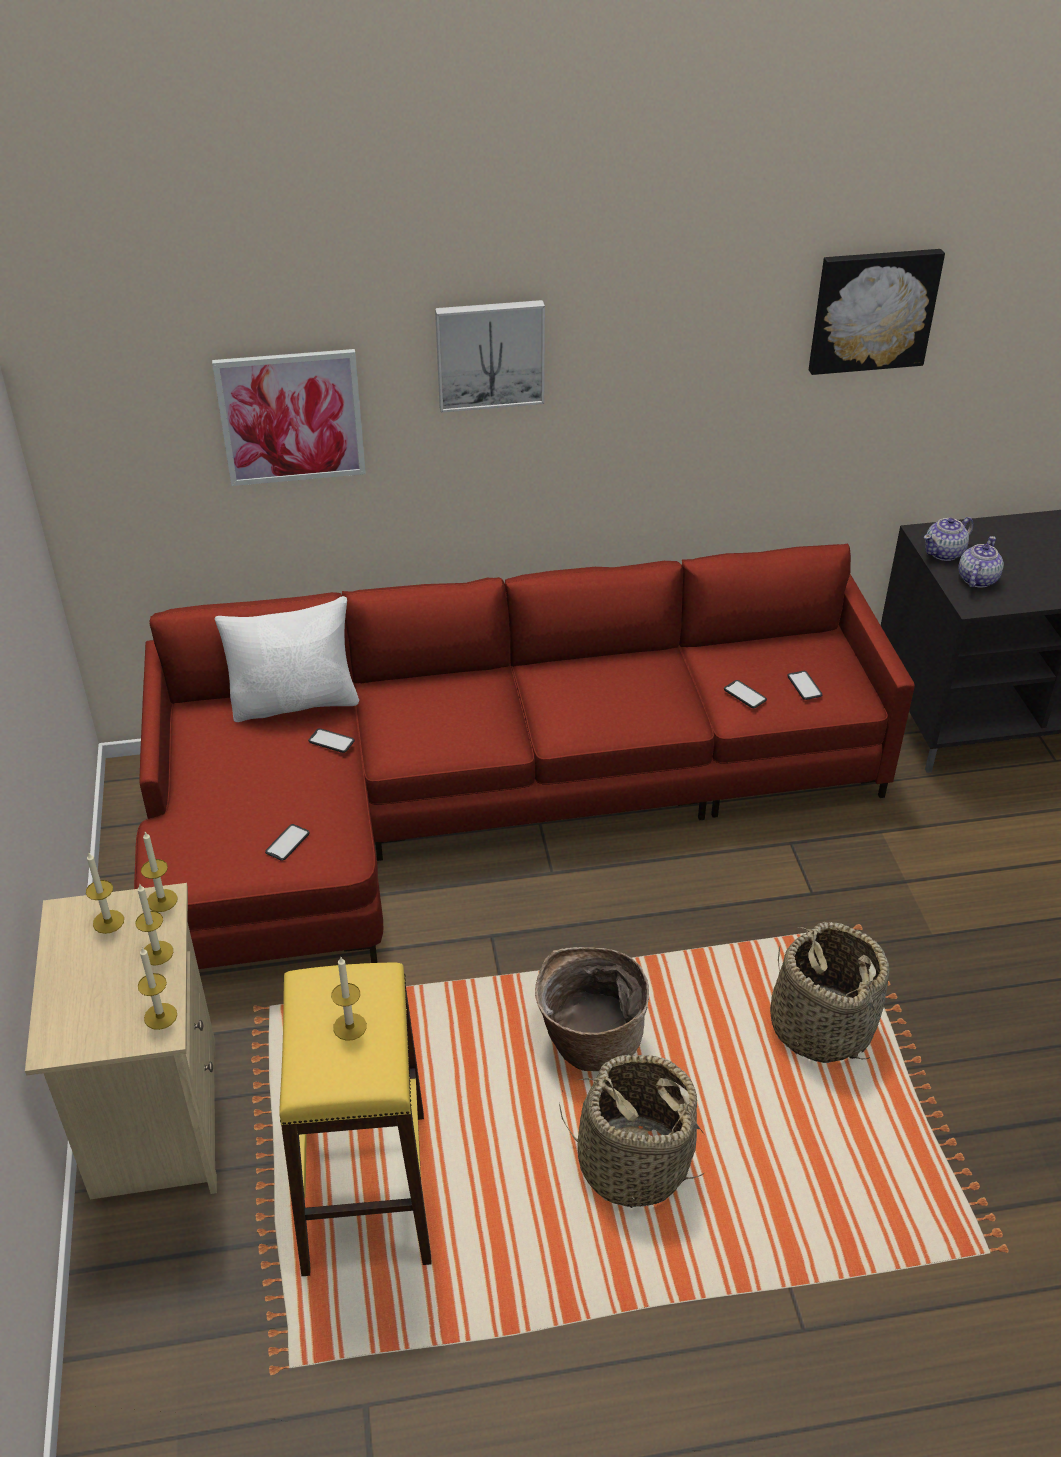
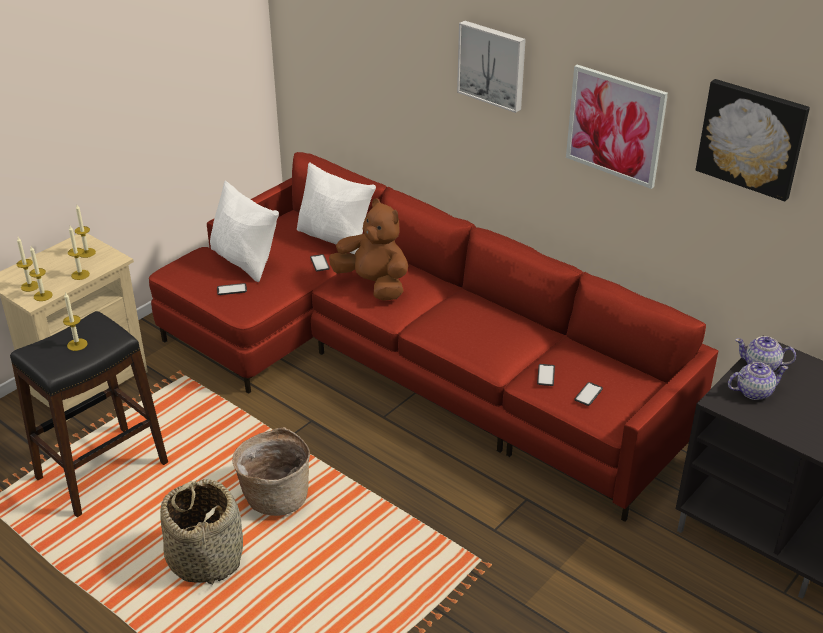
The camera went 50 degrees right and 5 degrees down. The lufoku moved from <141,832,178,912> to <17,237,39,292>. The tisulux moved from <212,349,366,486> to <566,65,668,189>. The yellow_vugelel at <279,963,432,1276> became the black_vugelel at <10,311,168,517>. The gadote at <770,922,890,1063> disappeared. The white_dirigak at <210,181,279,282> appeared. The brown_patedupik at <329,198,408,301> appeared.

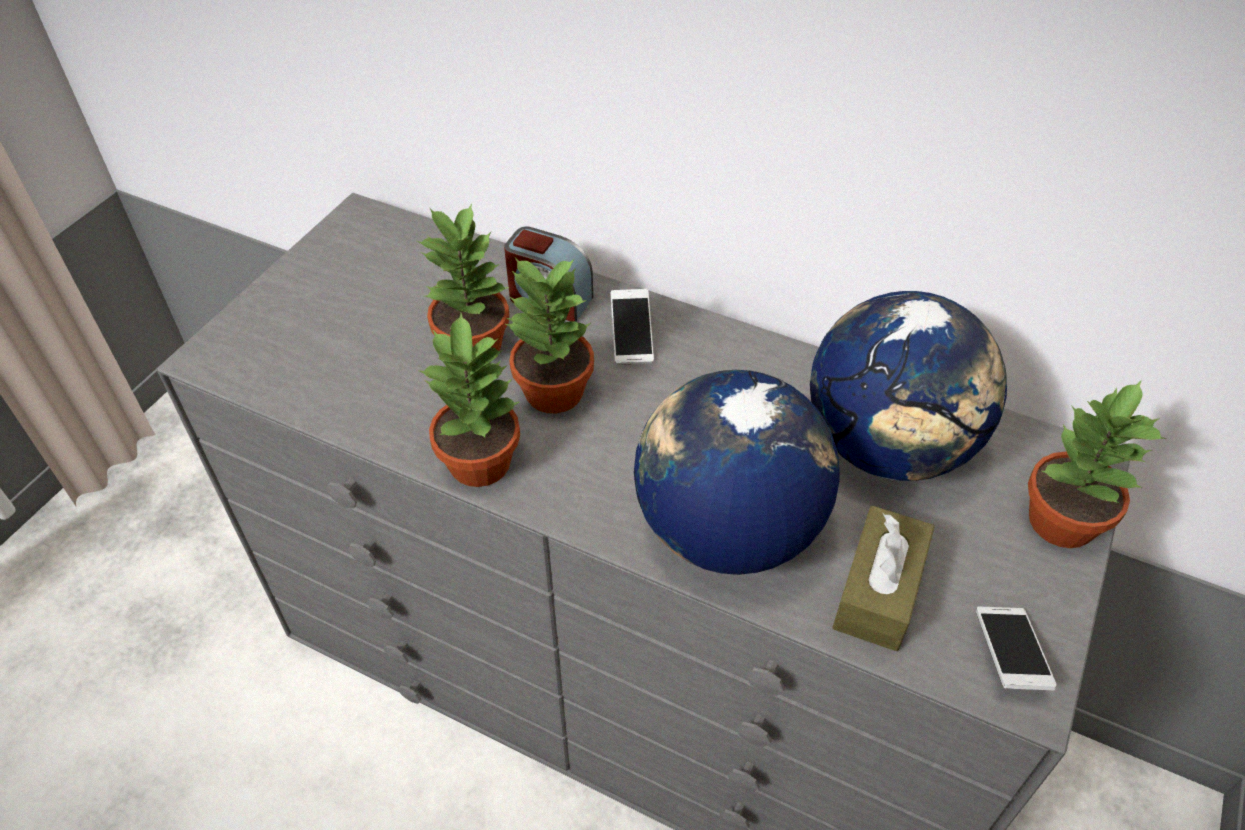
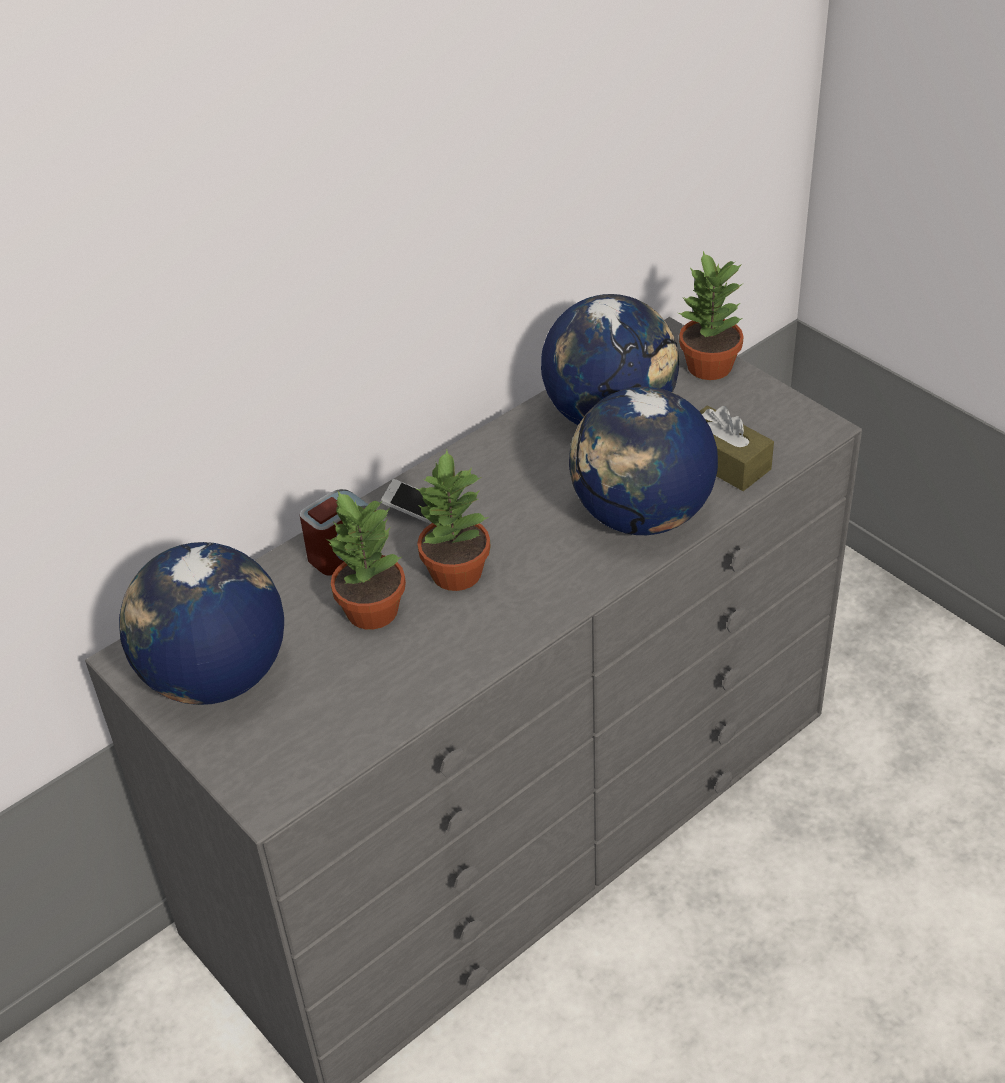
The camera went 65 degrees left and 5 degrees down. The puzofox at <418,313,520,487> disappeared. The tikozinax at <976,606,1057,690> disappeared. The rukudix at <119,542,284,705> appeared.

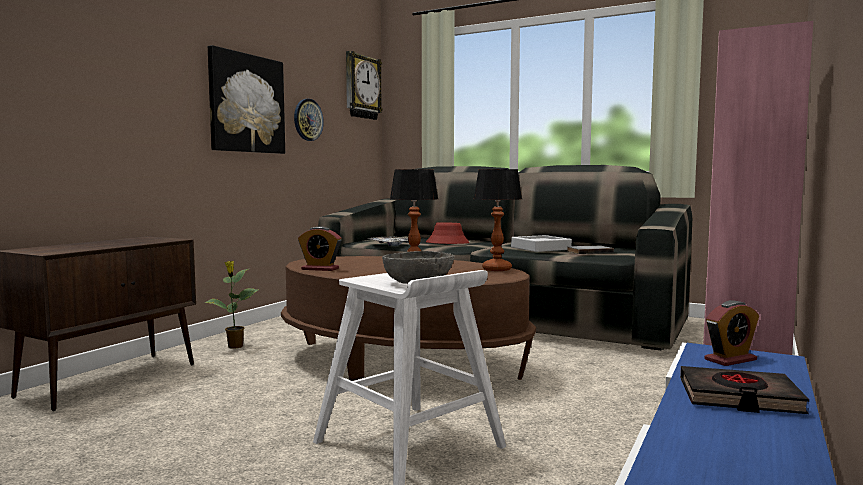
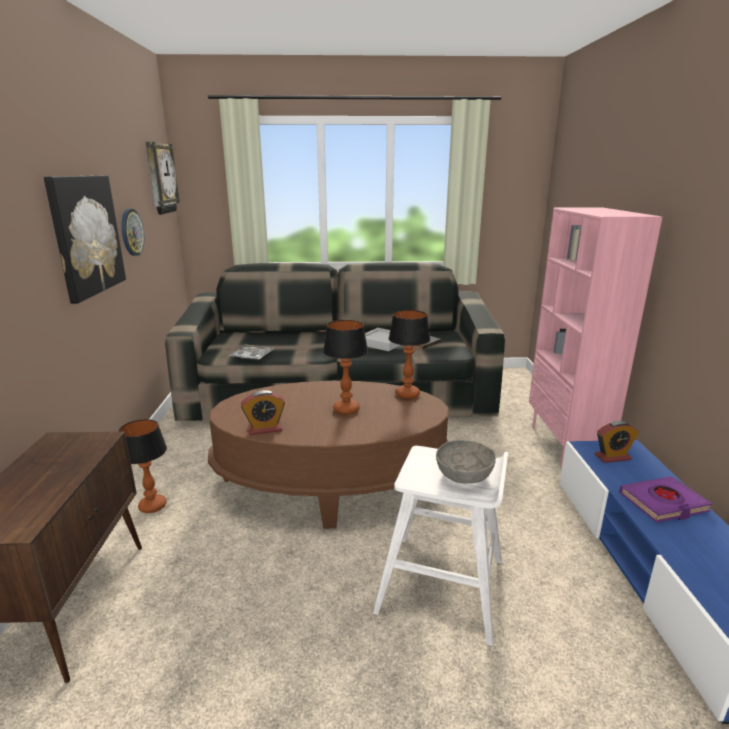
The camera went 30 degrees left and 15 degrees up. The puzofox at <204,261,258,349> was replaced by the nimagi at <118,419,167,513>. The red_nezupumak at <426,222,470,244> disappeared. The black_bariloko at <680,366,809,414> became the purple_bariloko at <619,476,712,523>. The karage at <704,300,759,366> turned 45 degrees clockwise.

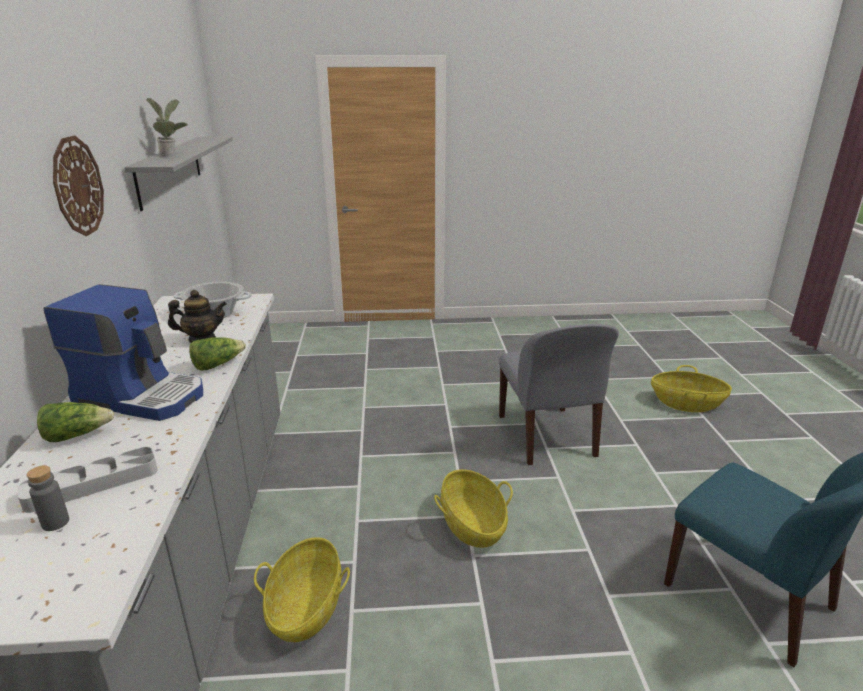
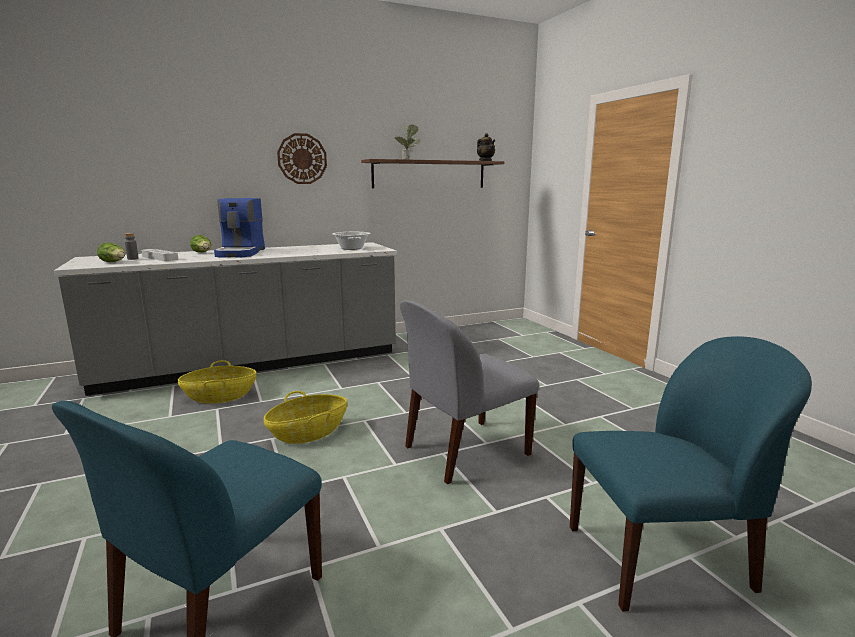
The camera went 70 degrees right and 10 degrees down. The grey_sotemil at <124,137,233,211> became the brown_sotemil at <361,159,504,188>. The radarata moved from <168,290,227,343> to <477,133,495,161>. The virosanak moved from <189,337,246,371> to <97,242,125,262>. The gadote at <651,365,732,412> was replaced by the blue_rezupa at <570,336,812,612>.

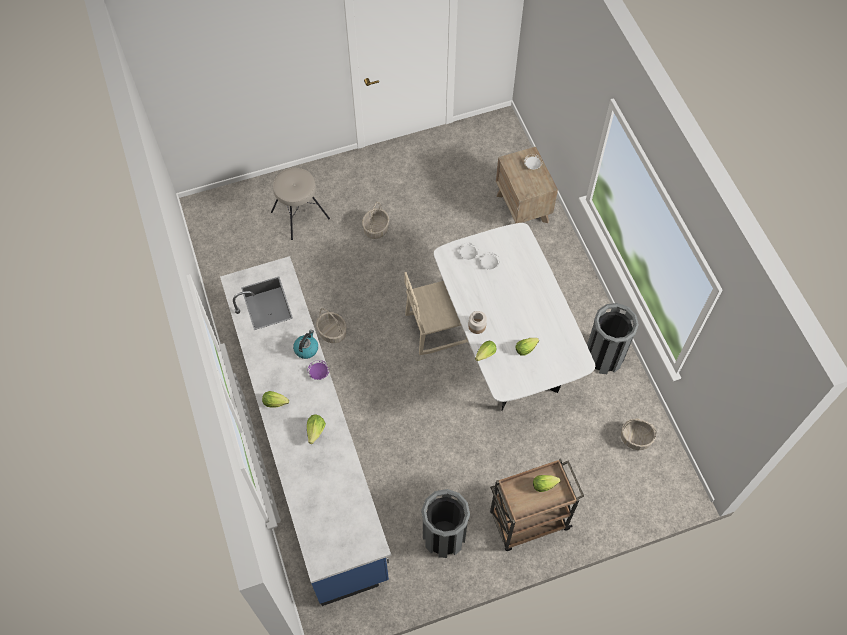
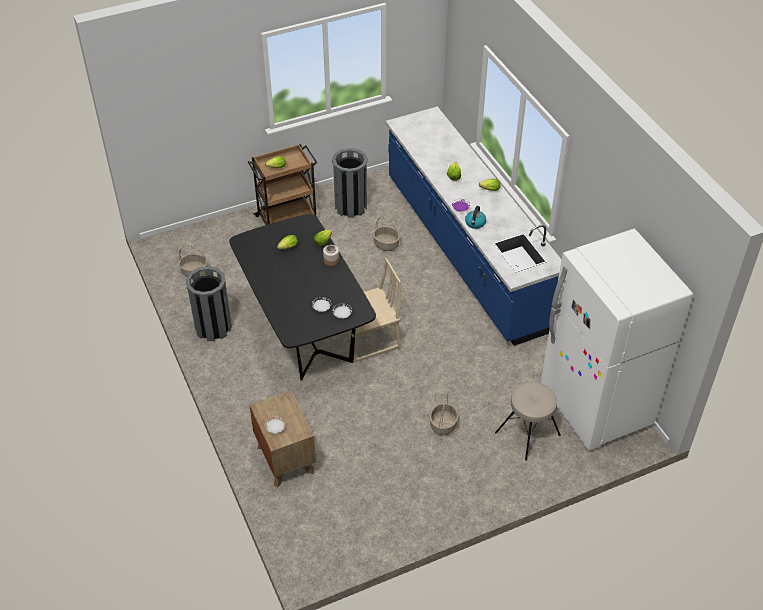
The camera went 175 degrees right and 15 degrees down. The gadote moved from <316,308,347,343> to <373,216,400,251>. The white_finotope at <434,223,595,411> became the black_finotope at <229,214,376,381>. The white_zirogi at <541,229,693,451> appeared.

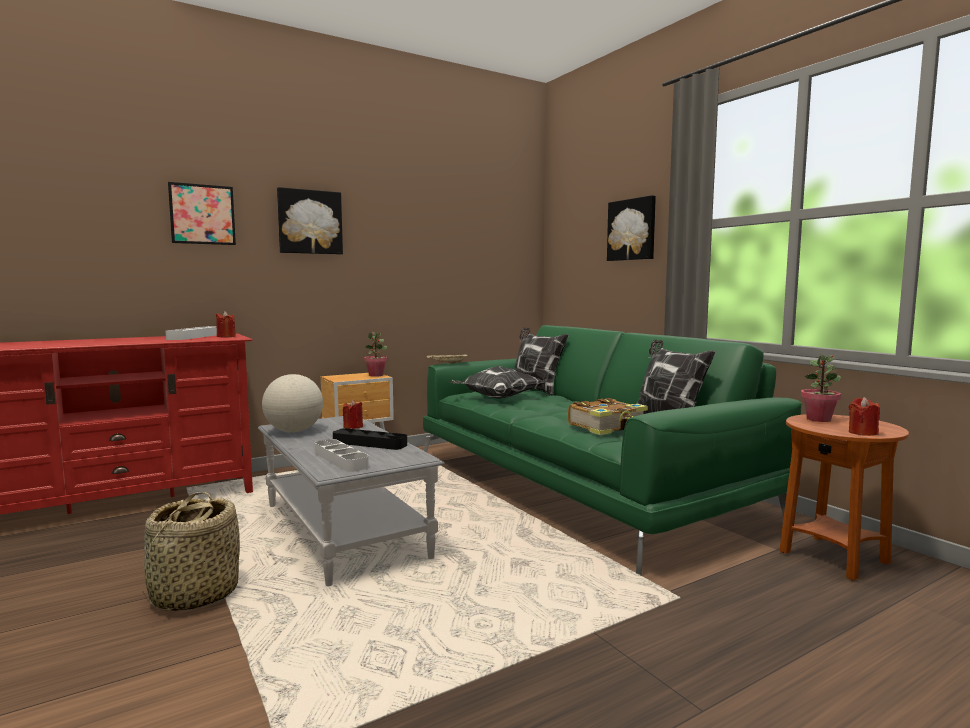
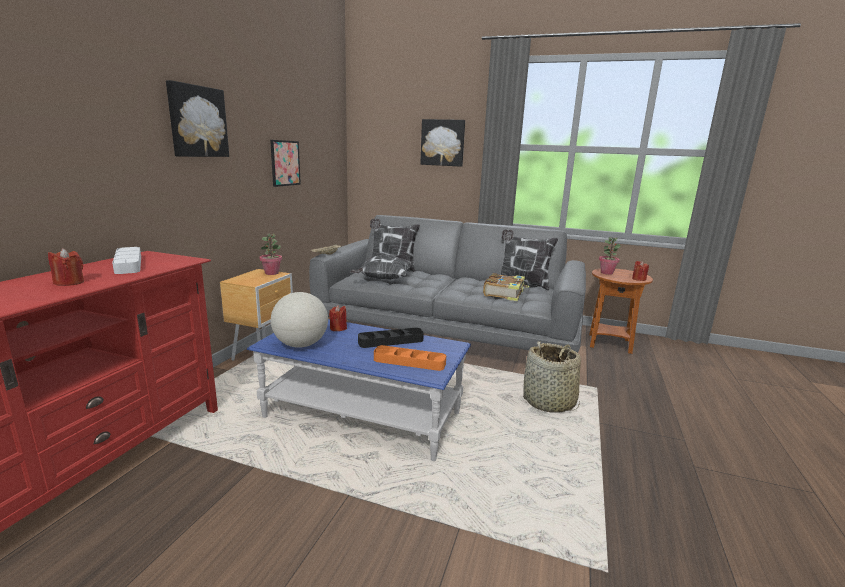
The camera went 40 degrees left and 10 degrees up. The gadote moved from <142,492,240,611> to <523,341,581,413>. The tisulux moved from <168,182,236,245> to <270,140,301,187>. The red_lufoku moved from <216,311,236,337> to <48,248,84,286>. The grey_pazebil at <258,416,445,586> became the blue_pazebil at <247,319,471,461>. The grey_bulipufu at <315,439,369,472> became the orange_bulipufu at <374,345,446,371>. The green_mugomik at <423,325,802,575> became the grey_mugomik at <309,215,586,353>.

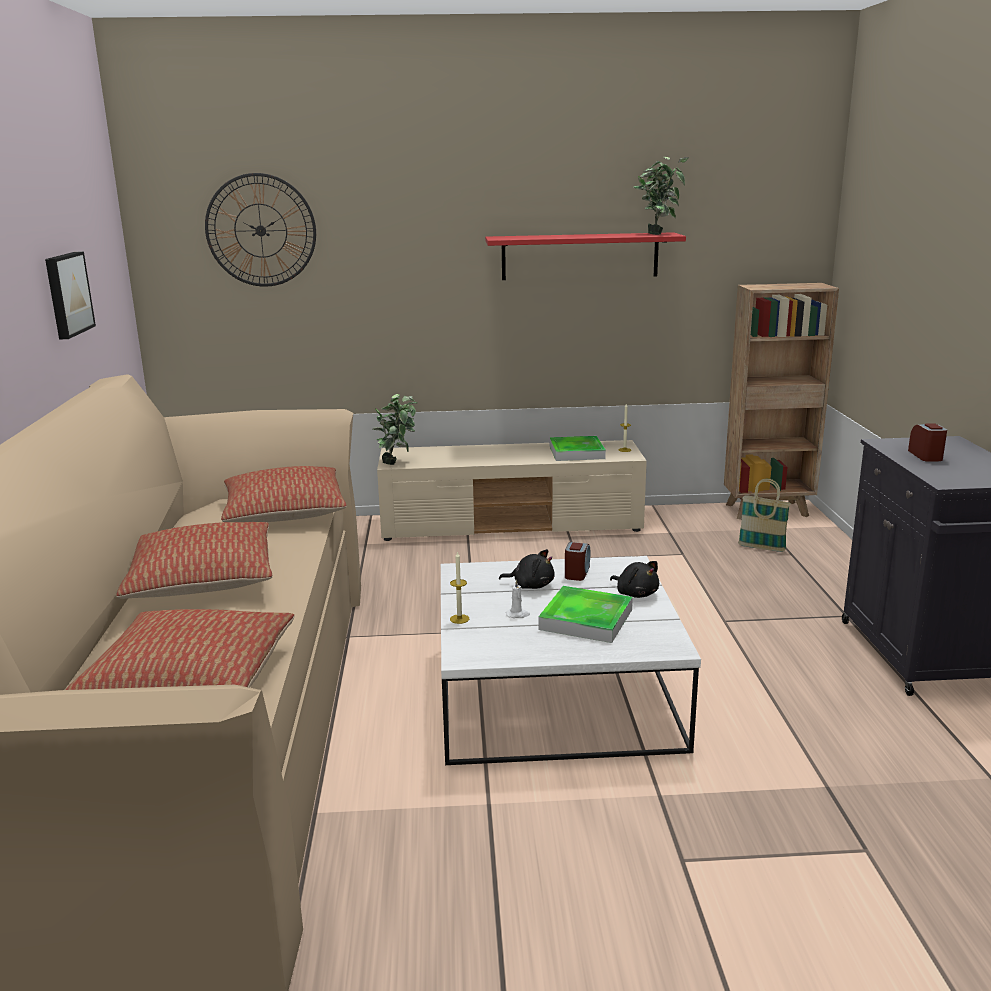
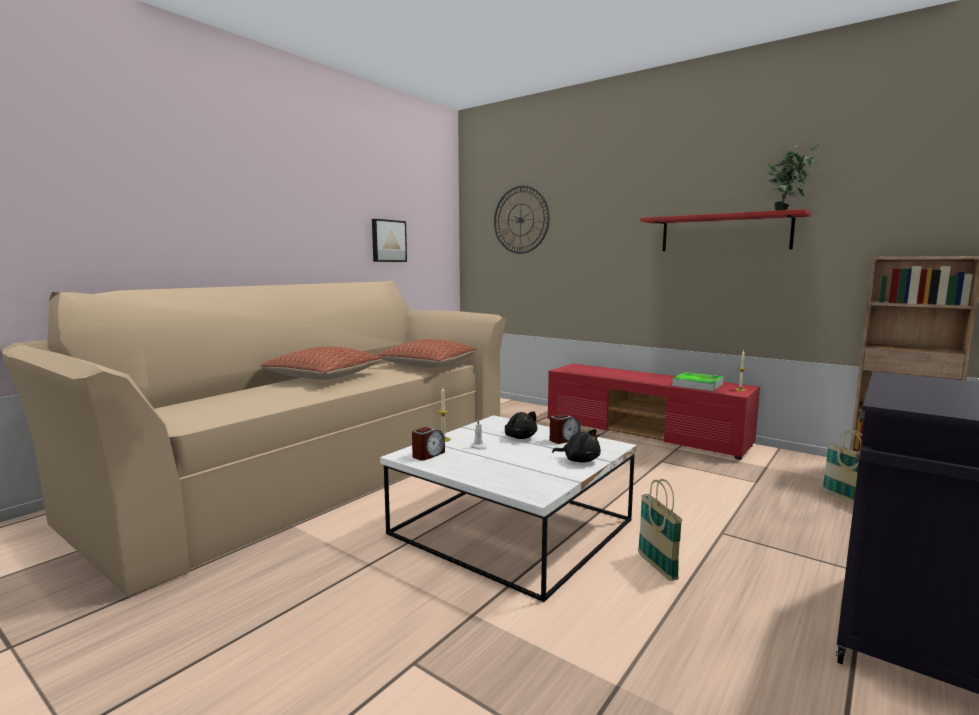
The camera went 40 degrees right and 10 degrees down. The dirigak at <65,609,294,690> disappeared. The puzofox at <372,394,418,465> disappeared. The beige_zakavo at <377,440,647,541> became the red_zakavo at <548,364,760,460>. The bulipufu at <539,586,633,643> disappeared. The black_patedupik at <610,561,659,598> turned 60 degrees counterclockwise. The karage moved from <908,423,947,462> to <412,427,445,461>. The gadote at <638,479,683,581> appeared.

